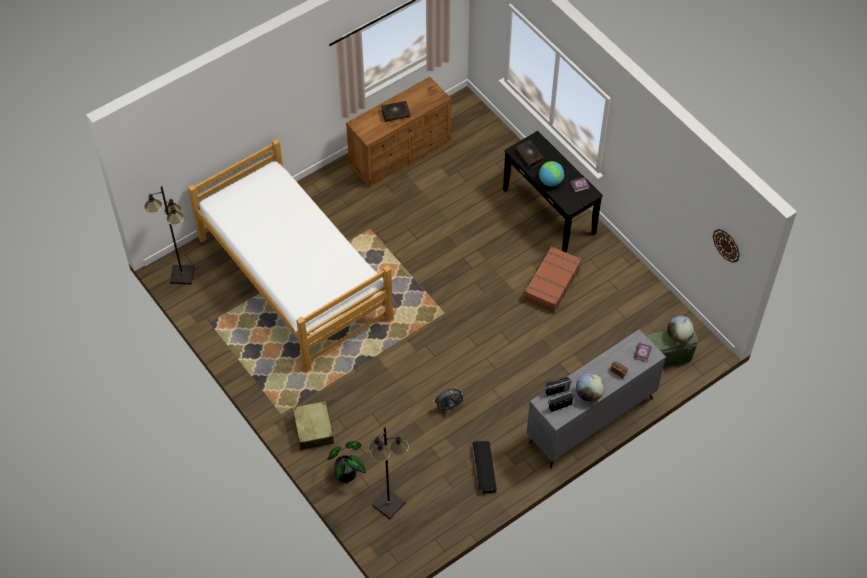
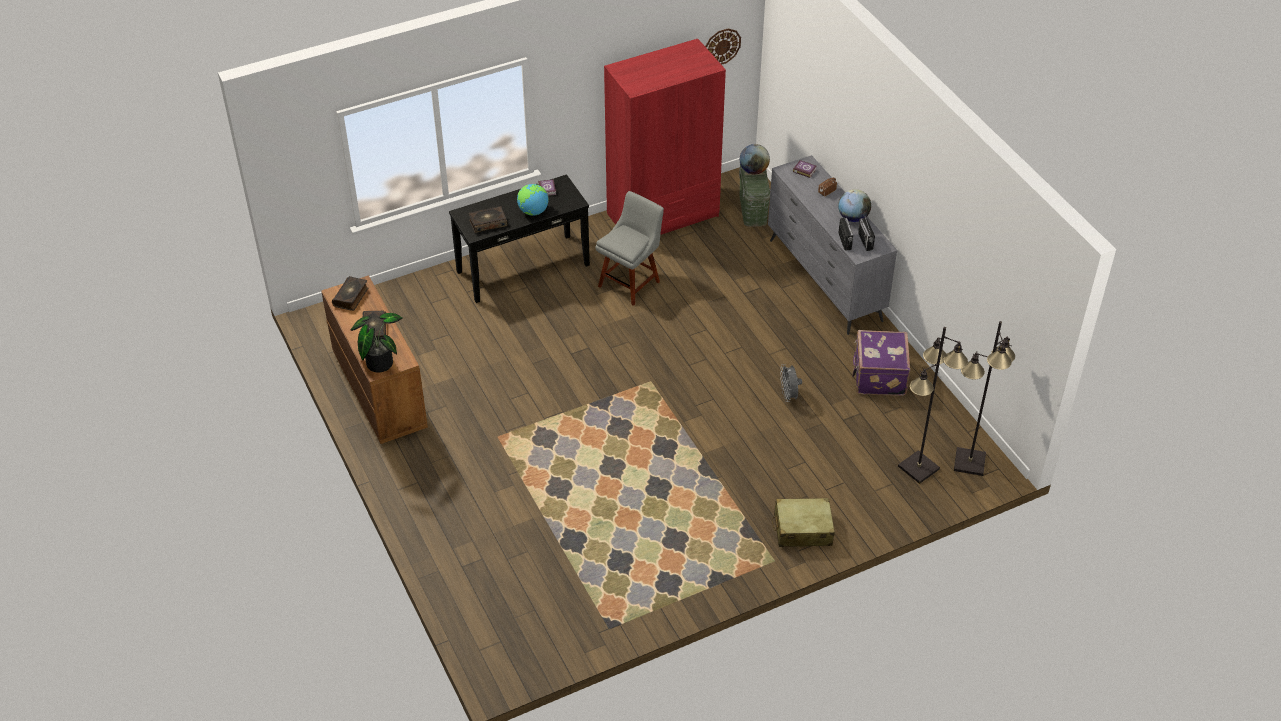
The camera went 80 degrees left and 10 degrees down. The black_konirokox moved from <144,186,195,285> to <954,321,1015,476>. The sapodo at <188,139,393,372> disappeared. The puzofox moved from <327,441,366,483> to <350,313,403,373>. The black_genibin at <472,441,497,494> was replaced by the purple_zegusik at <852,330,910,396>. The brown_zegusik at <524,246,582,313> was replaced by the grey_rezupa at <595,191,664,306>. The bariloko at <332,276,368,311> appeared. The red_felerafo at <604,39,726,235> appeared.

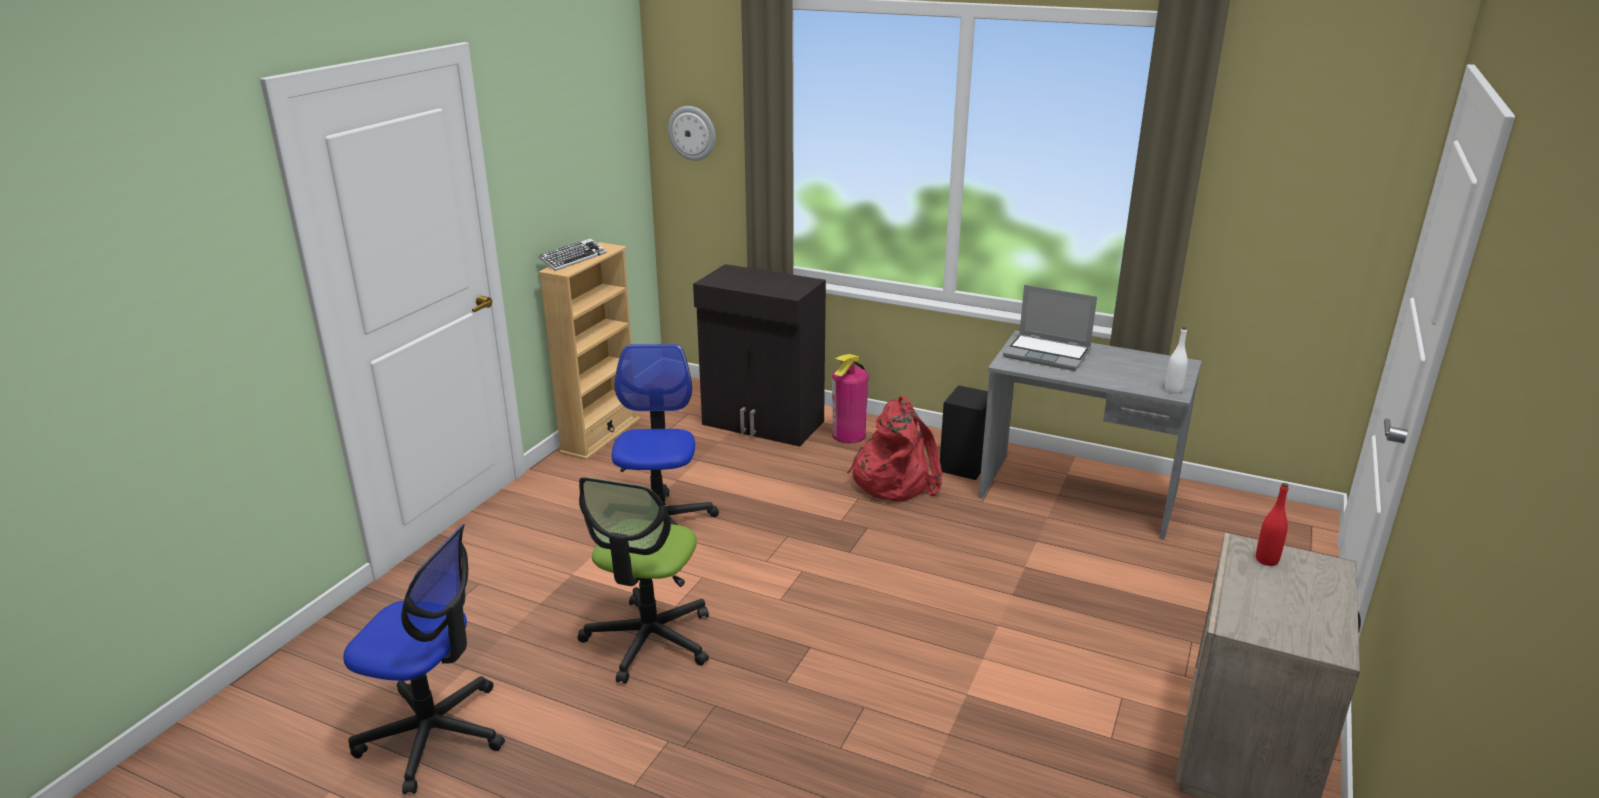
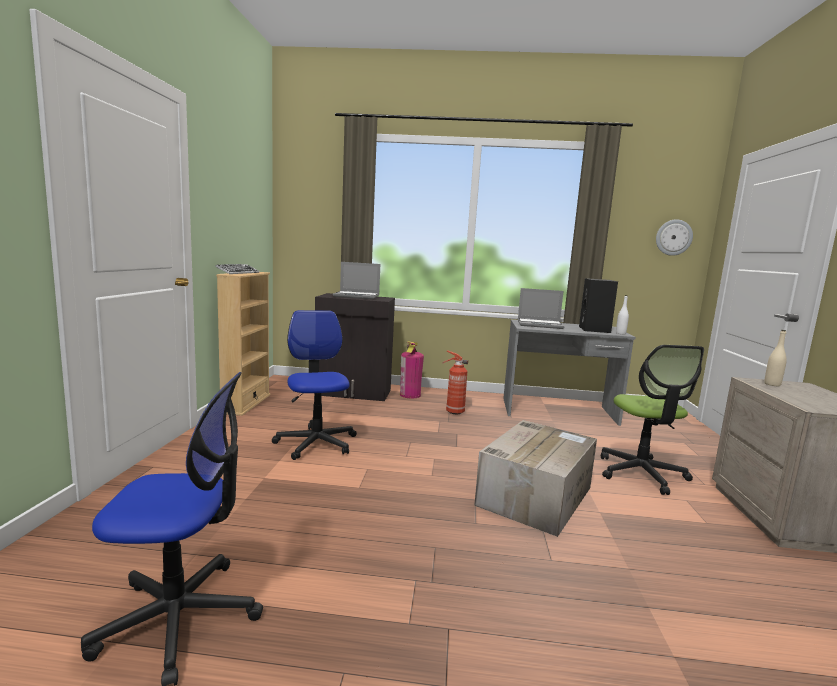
The camera went 20 degrees left and 15 degrees down. The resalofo moved from <578,477,709,684> to <601,345,704,495>. The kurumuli moved from <668,106,716,161> to <656,219,693,256>. The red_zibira at <847,396,942,502> was replaced by the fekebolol at <443,350,468,414>. The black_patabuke moved from <940,385,988,480> to <579,278,618,333>. The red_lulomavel at <1256,483,1289,566> became the beige_lulomavel at <764,330,787,386>. The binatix at <333,262,380,299> appeared. The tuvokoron at <474,420,597,537> appeared.

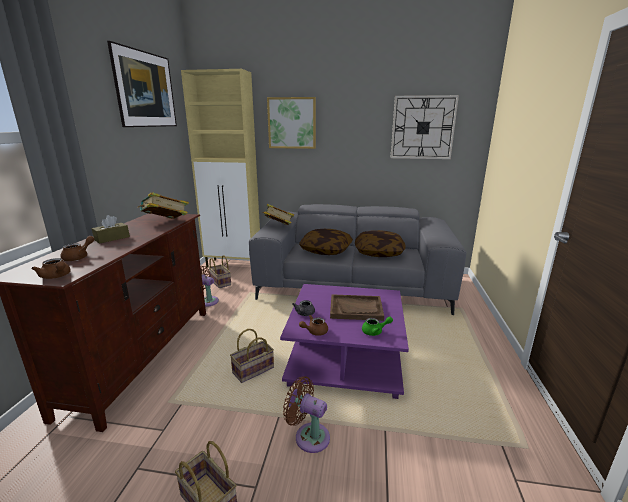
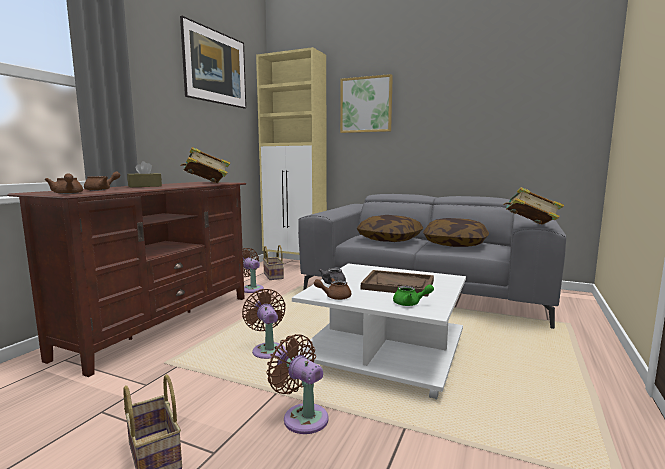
The camera went 15 degrees right and 10 degrees down. The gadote at <230,329,274,383> was replaced by the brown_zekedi at <242,289,286,359>. The bariloko moved from <263,204,294,225> to <503,187,564,225>. The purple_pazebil at <280,284,409,399> became the white_pazebil at <292,264,466,399>. The kurumuli at <390,95,459,159> disappeared.

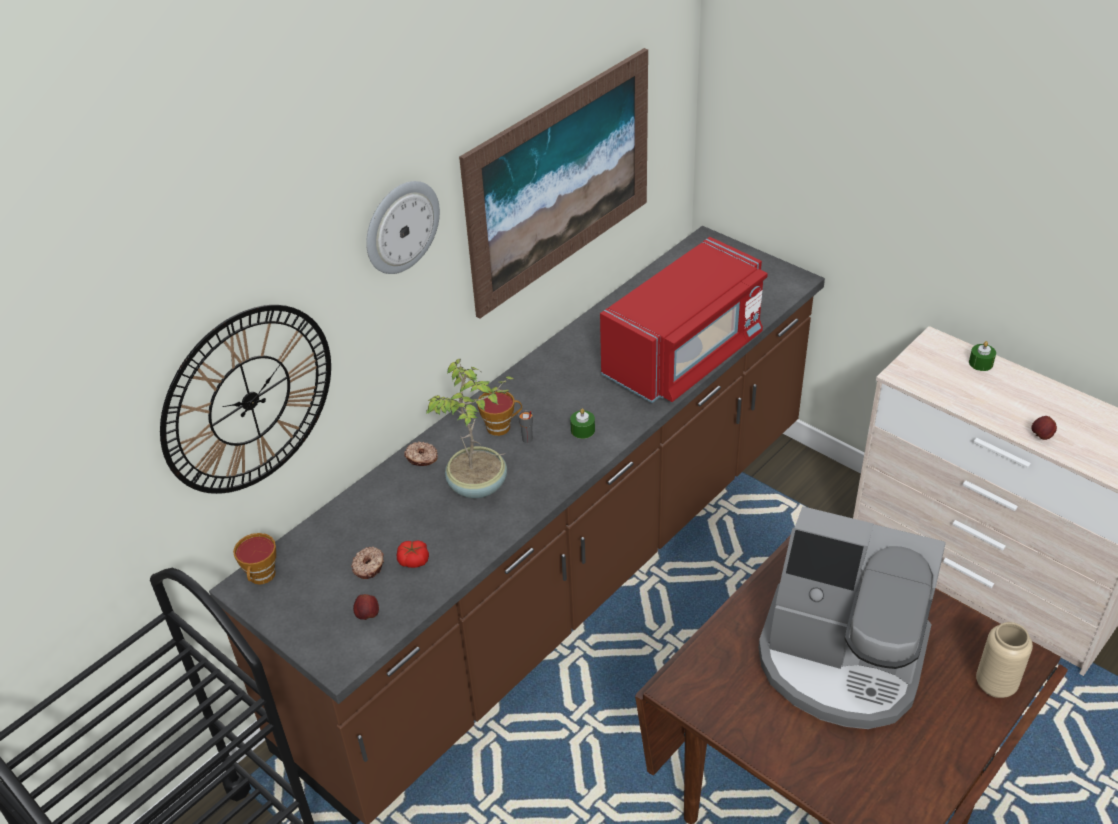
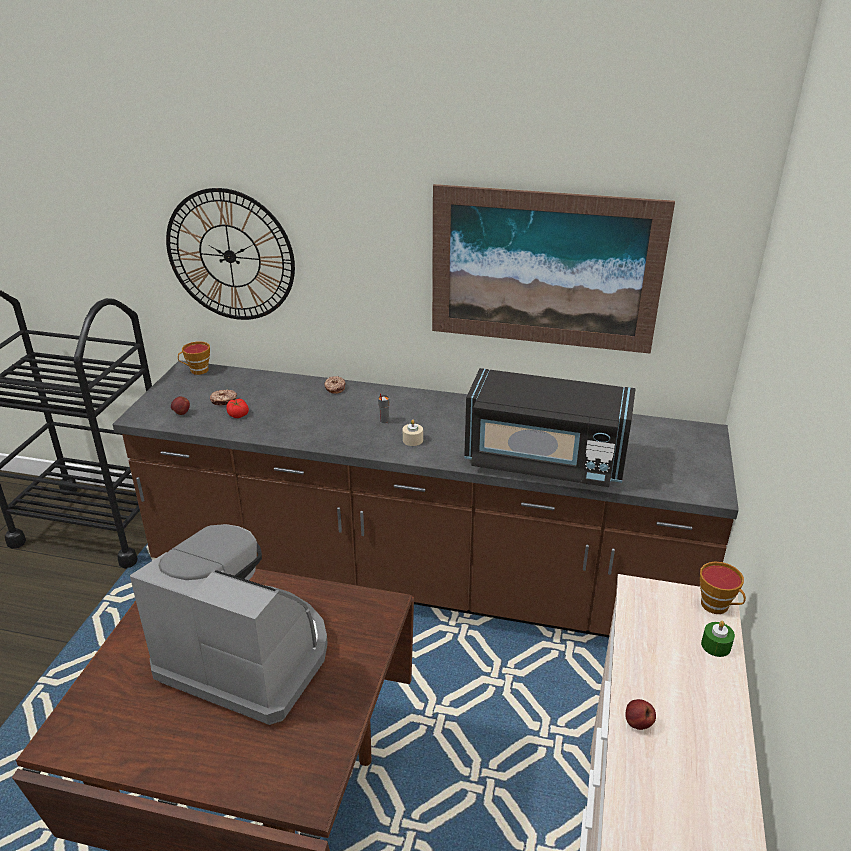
The camera went 60 degrees right and 10 degrees down. The kurumuli at <366,181,440,274> disappeared. The puzofox at <426,359,516,498> disappeared. The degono moved from <477,392,522,436> to <700,561,746,614>. The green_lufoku at <570,408,595,439> became the beige_lufoku at <403,419,423,446>. The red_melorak at <600,237,768,403> became the black_melorak at <464,368,635,487>. The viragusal at <758,506,946,729> turned 120 degrees clockwise. The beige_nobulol at <976,622,1033,698> disappeared.

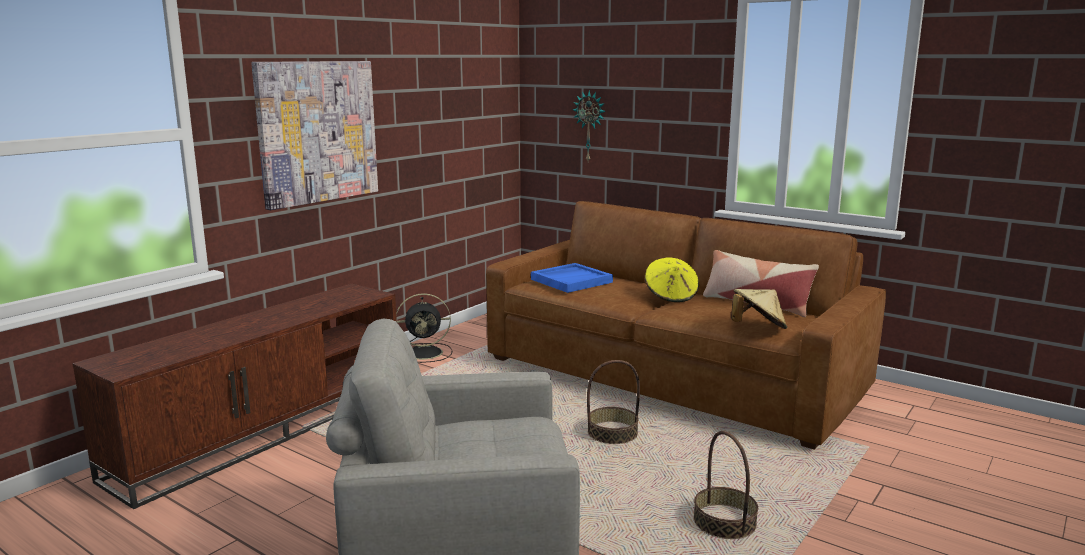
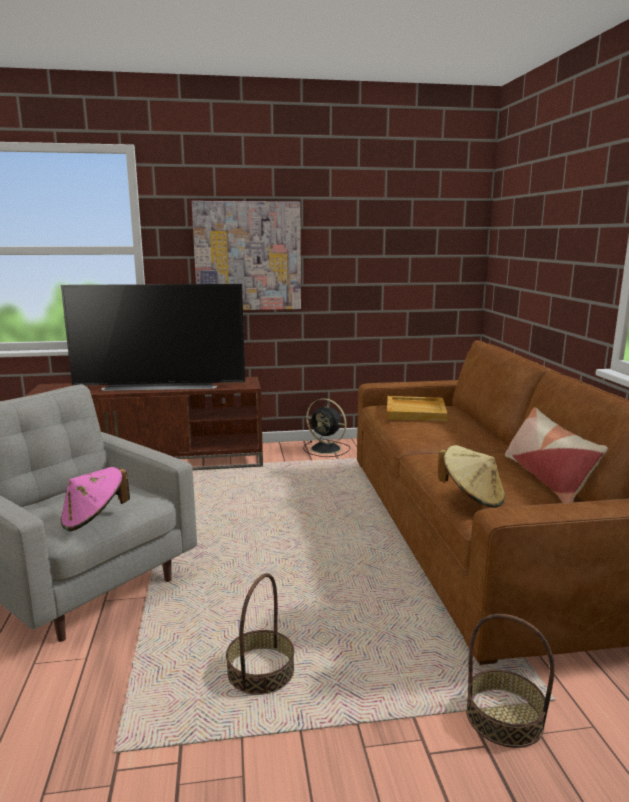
The camera went 45 degrees right and 0 degrees up. The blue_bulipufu at <531,263,613,293> became the beige_bulipufu at <387,396,447,422>. The kurumuli at <573,90,606,161> disappeared. The gadote moved from <587,360,640,444> to <466,614,554,748>. The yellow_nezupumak at <645,258,699,302> disappeared. The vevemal at <61,284,245,391> appeared. The pink_nezupumak at <61,467,130,531> appeared.

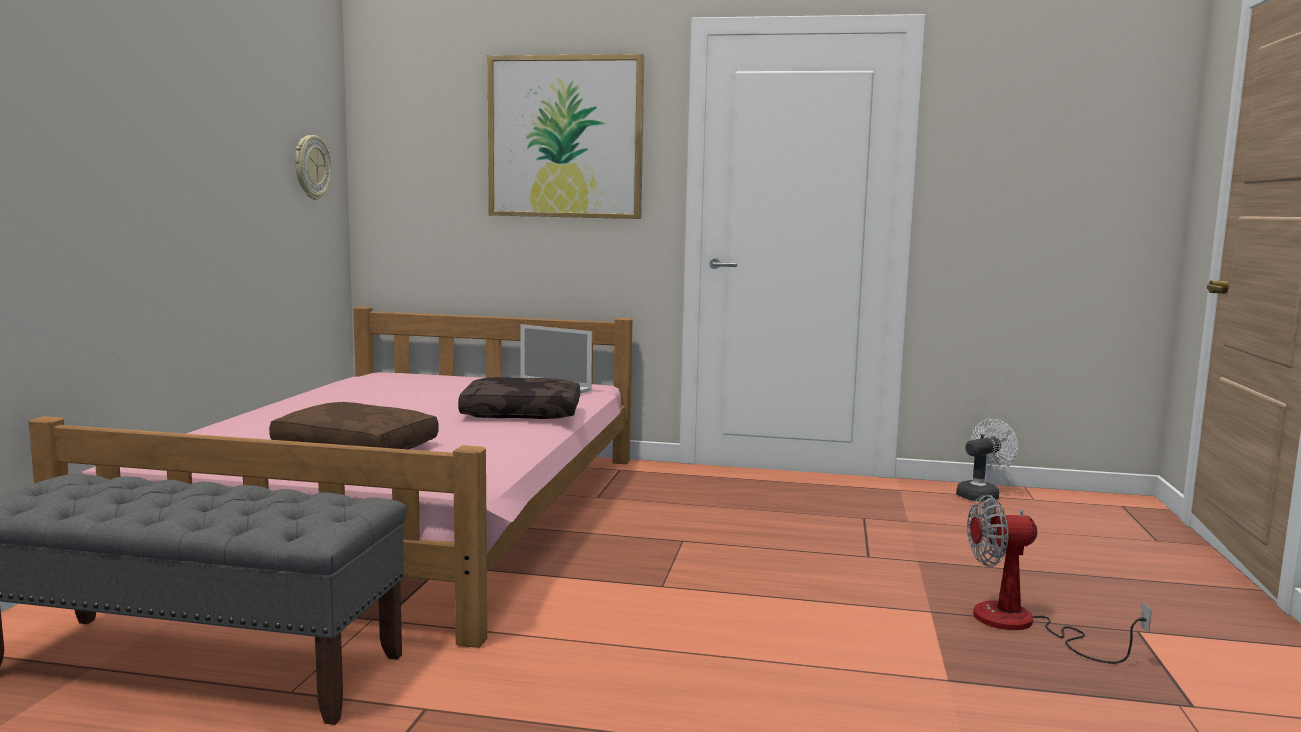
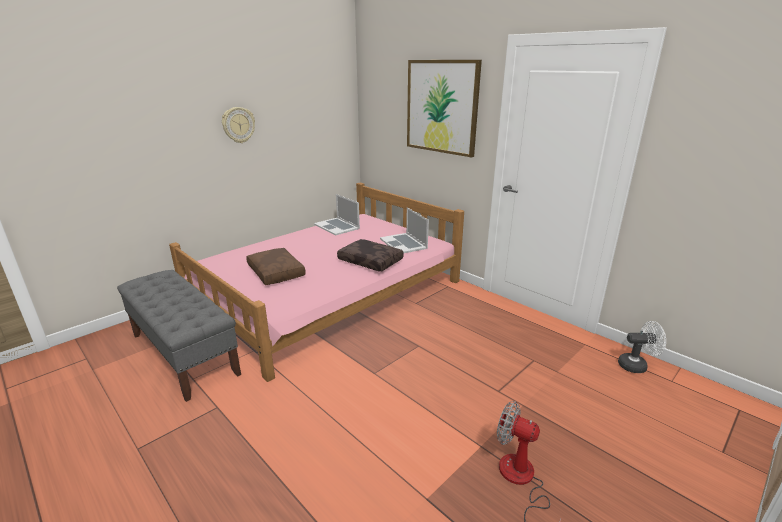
The camera went 35 degrees right and 15 degrees up. The kurumuli moved from <295,135,332,200> to <222,107,255,143>. The binatix at <314,194,360,236> appeared.

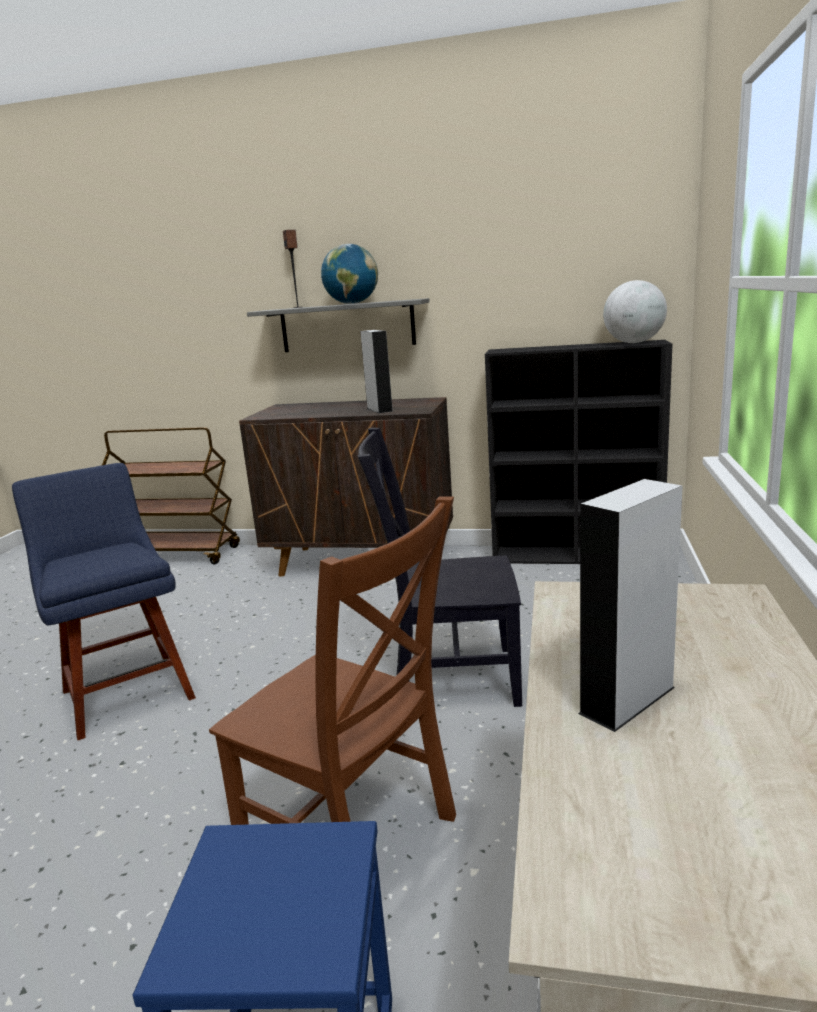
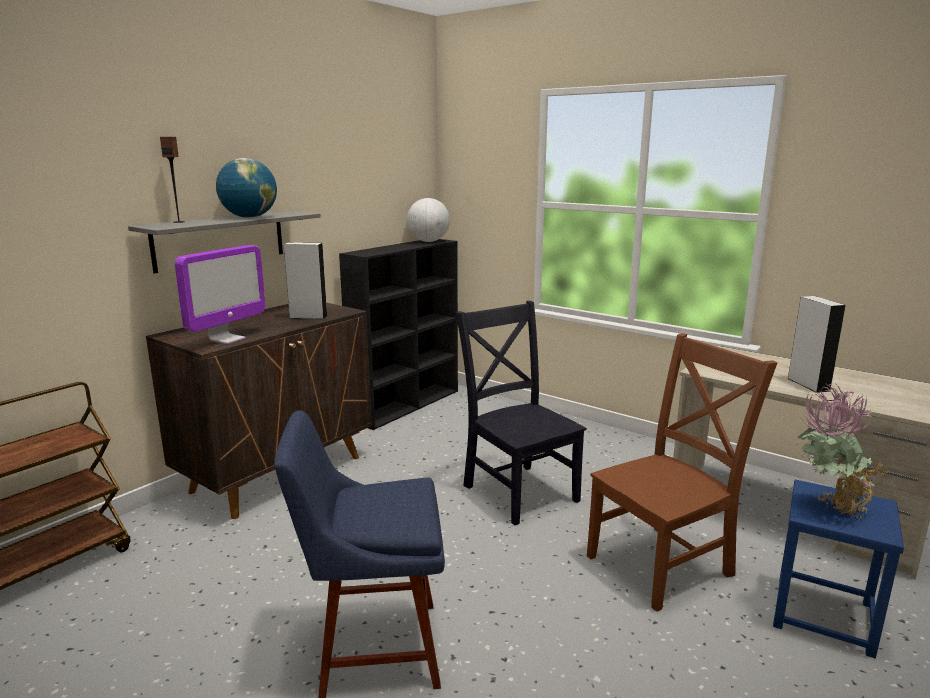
The camera went 65 degrees left and 0 degrees up. The black_rezupa at <357,428,522,707> turned 120 degrees clockwise. The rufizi at <175,245,265,344> appeared. The puzofox at <797,384,889,520> appeared.

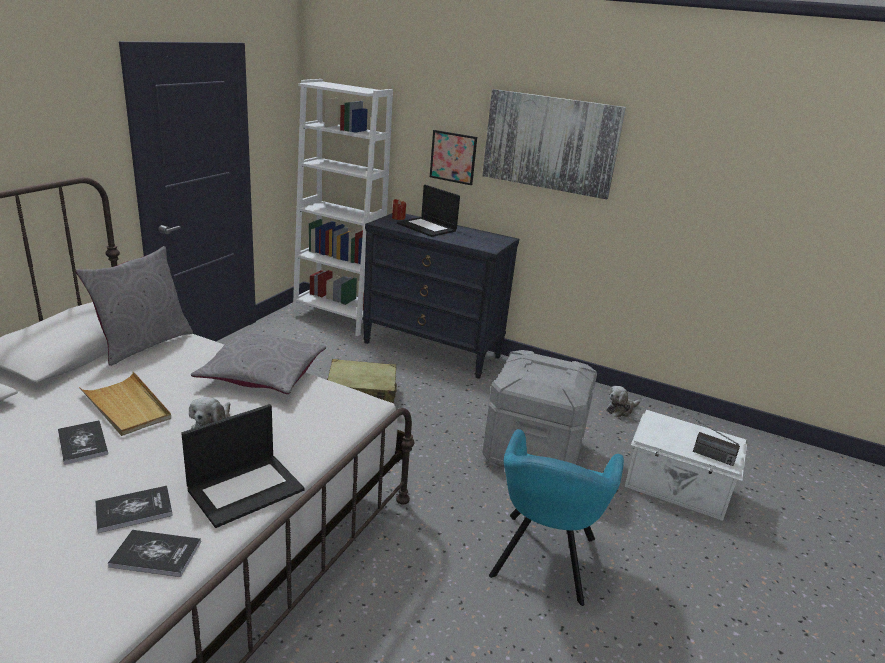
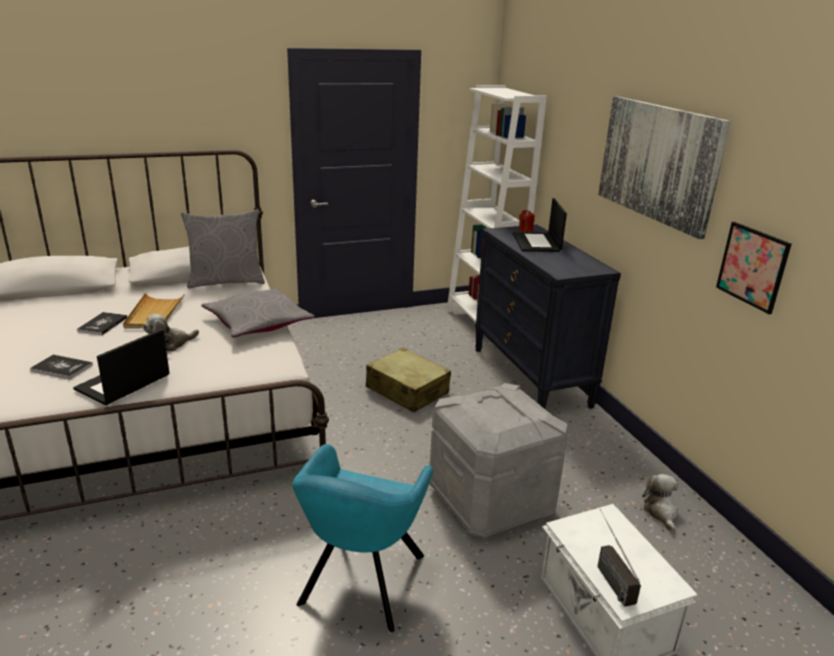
The camera went 45 degrees right and 0 degrees up. The bariloko at <108,530,201,577> disappeared. The binatix at <181,404,304,528> turned 120 degrees clockwise. The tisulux moved from <430,130,477,185> to <716,222,791,314>. The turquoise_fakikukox at <489,429,624,606> turned 45 degrees counterclockwise. The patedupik at <606,386,640,417> turned 75 degrees clockwise.

